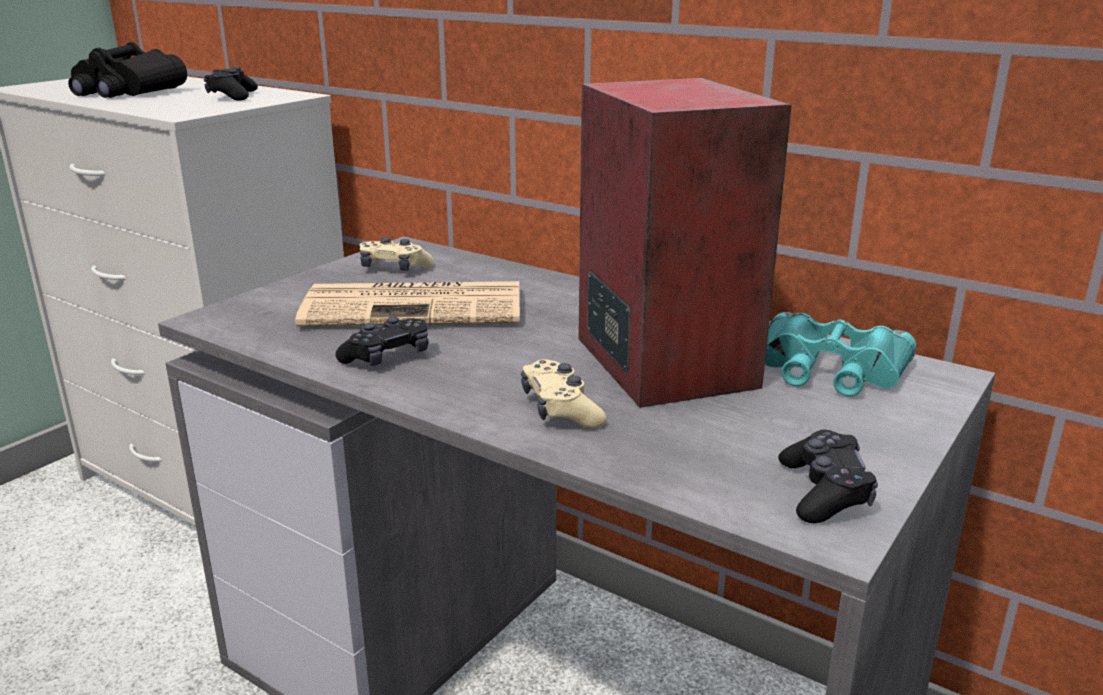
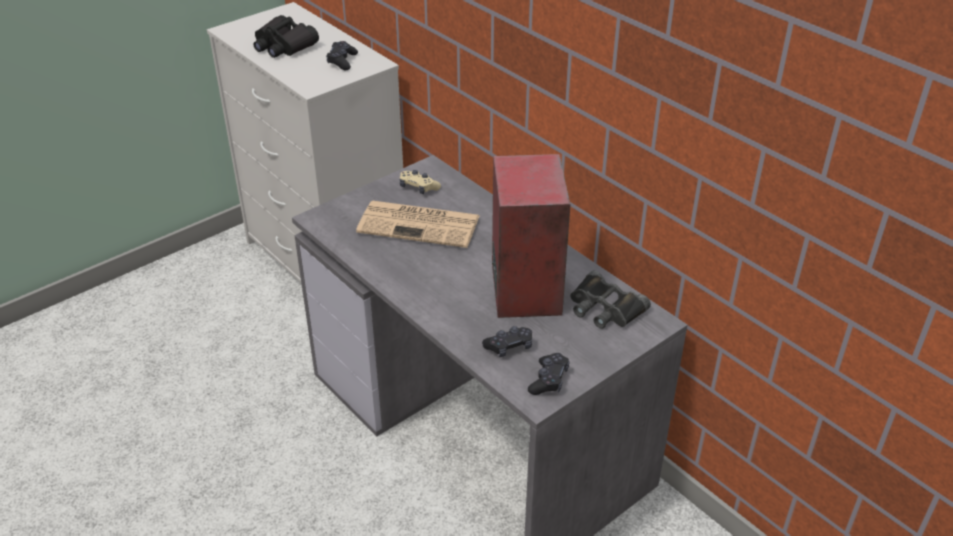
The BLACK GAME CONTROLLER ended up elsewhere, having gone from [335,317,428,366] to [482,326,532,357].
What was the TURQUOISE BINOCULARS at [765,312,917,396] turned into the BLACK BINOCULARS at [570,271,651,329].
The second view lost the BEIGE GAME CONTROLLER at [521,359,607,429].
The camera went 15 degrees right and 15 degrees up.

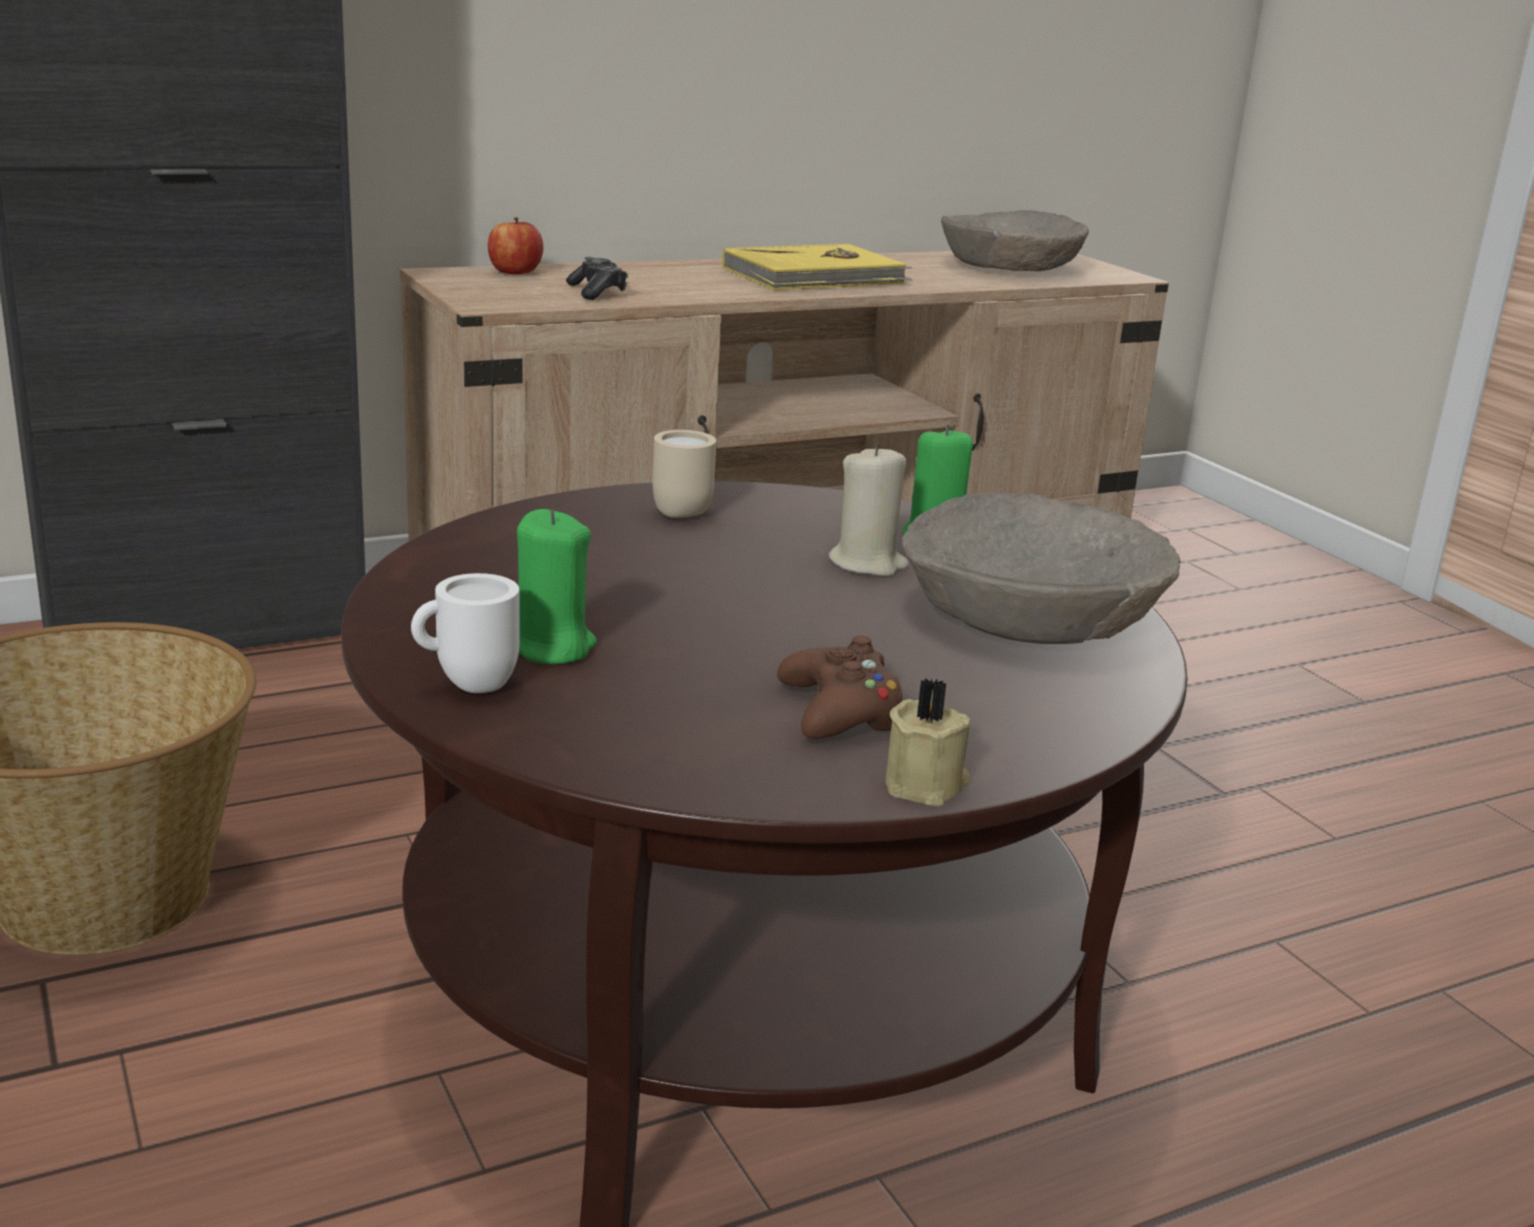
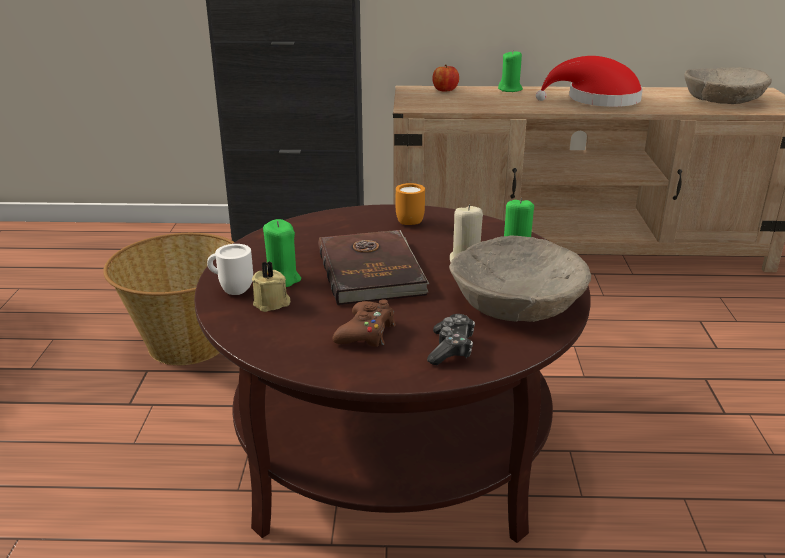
The BEIGE CANDLE ended up elsewhere, having gone from [885,679,971,806] to [252,261,291,312].
The second view gained the BROWN BOOK at [318,230,429,305].
What was the BEIGE MUG at [652,430,716,518] turned into the ORANGE MUG at [396,183,425,225].
The GAME CONTROLLER ended up elsewhere, having gone from [566,256,628,300] to [427,314,475,365].
The second view gained the GREEN CANDLE at [498,51,523,92].
Where the YELLOW BOOK stood at [722,244,912,290], the RED HAT came to stand at [536,56,643,107].
The camera went 30 degrees right and 5 degrees up.

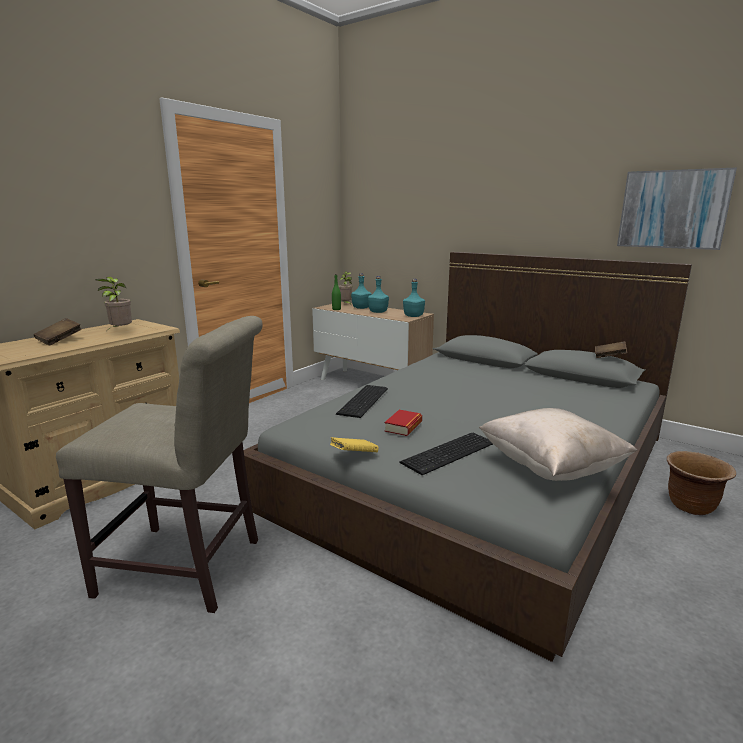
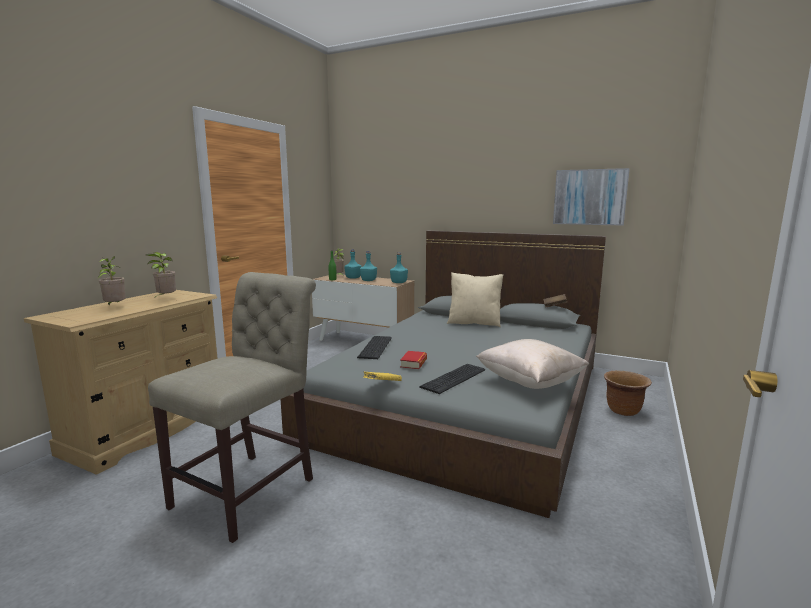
Where the BROWN BOOK stood at [34,318,82,345], the POTTED PLANT came to stand at [97,256,126,306].
The BEIGE CHAIR at [56,316,263,613] ended up facing another way, 60 degrees counterclockwise from before.
The second view gained the BEIGE PILLOW at [447,272,503,327].
The camera went 10 degrees left and 5 degrees down.

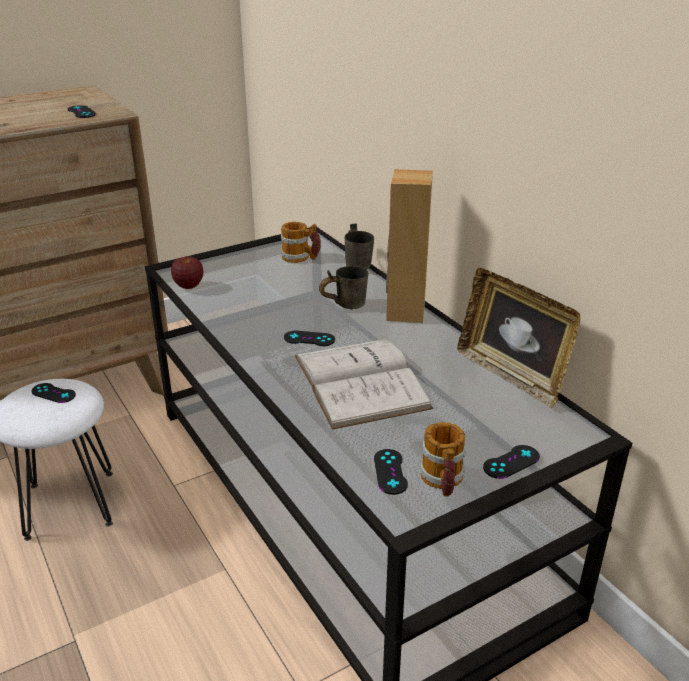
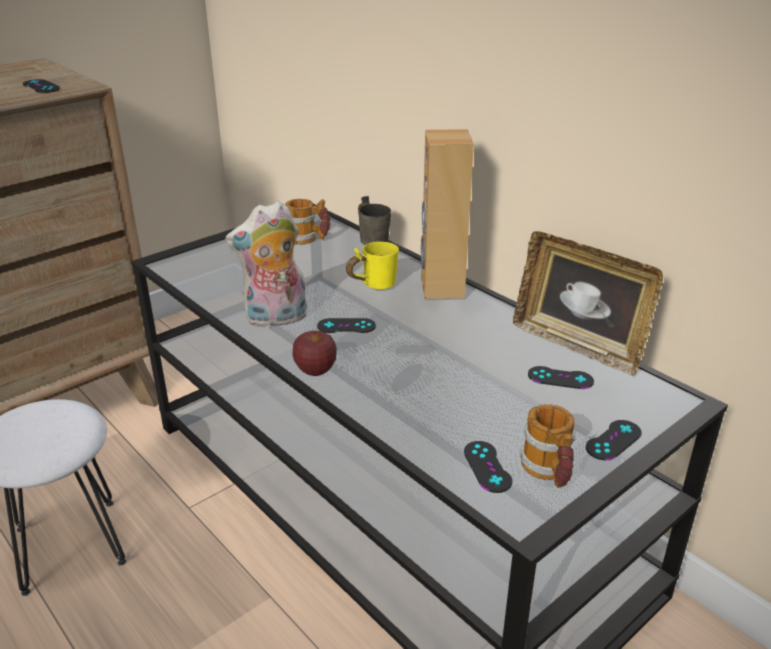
The second view gained the PLUSH TOY at [225,201,307,328].
The APPLE ended up elsewhere, having gone from [171,256,203,289] to [293,331,337,376].
What was the GREY MUG at [319,266,368,309] turned into the YELLOW MUG at [346,242,399,290].
The BLACK GAME CONTROLLER ended up elsewhere, having gone from [31,383,76,403] to [528,366,594,389].
The second view lost the WHITE BOOK at [295,337,434,430].
The camera went 10 degrees left and 0 degrees up.

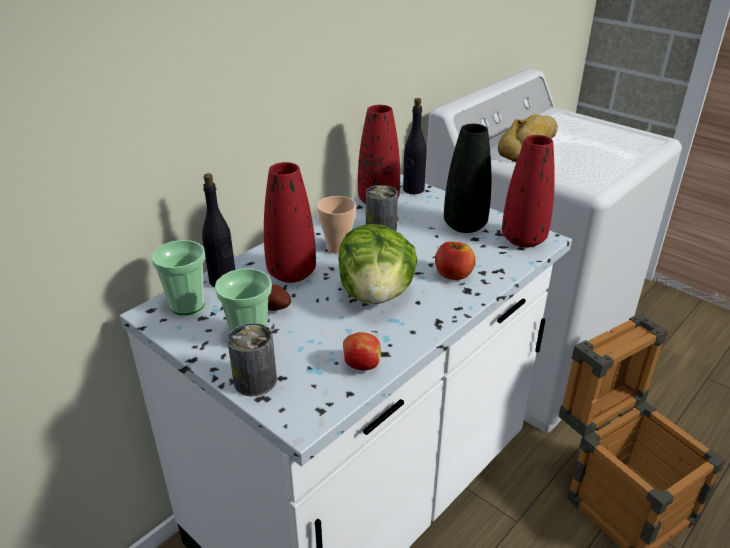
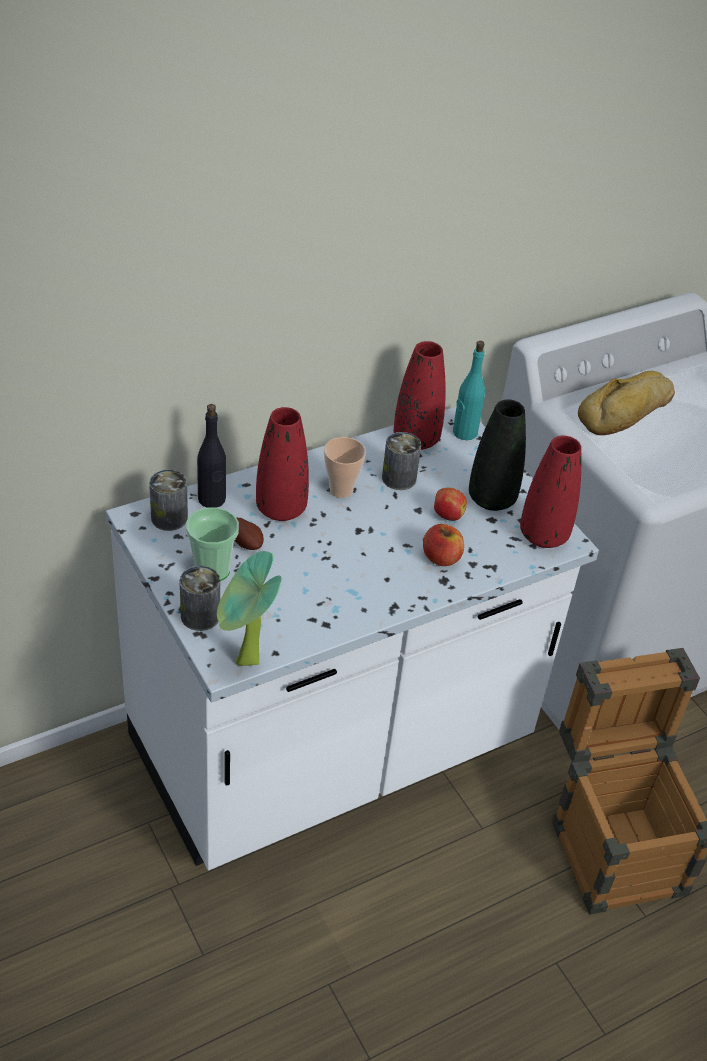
Where the CUP stood at [151,240,206,315], the CAN came to stand at [149,470,188,531].
The second view gained the POTTED PLANT at [217,551,282,666].
The APPLE ended up elsewhere, having gone from [343,332,381,370] to [434,488,467,521].
What was the BLACK BOTTLE at [403,98,427,194] turned into the TURQUOISE BOTTLE at [453,341,485,440].
The second view lost the LETTUCE at [338,224,418,304].
The camera went 15 degrees right and 10 degrees up.

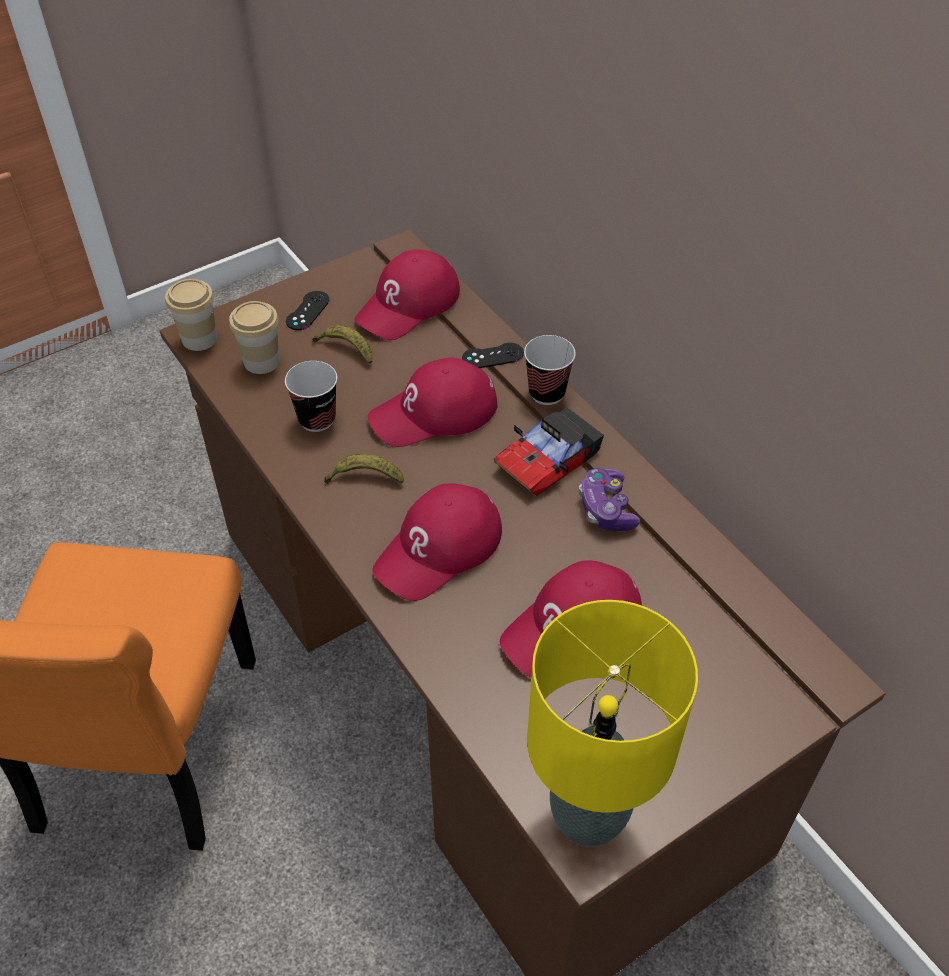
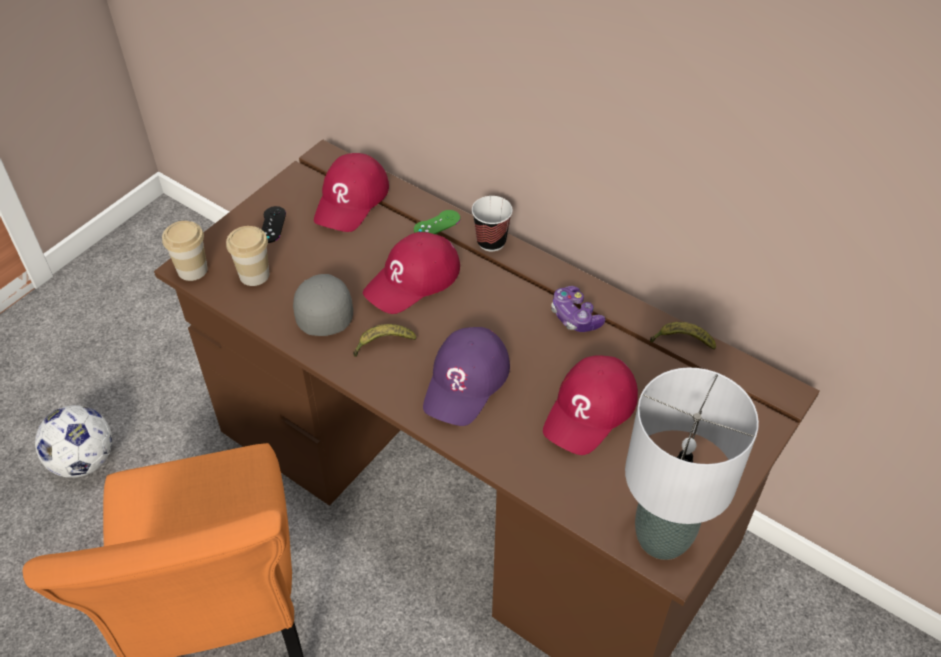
The second view gained the FOOTBALL at [35,405,112,478].
Where the CUP stood at [285,361,337,432], the GREY CAP came to stand at [293,274,353,336].
What was the BLACK GAME CONTROLLER at [462,343,524,368] turned into the GREEN GAME CONTROLLER at [414,210,460,234].
What was the RED CAP at [372,483,502,601] turned into the PURPLE CAP at [423,327,510,426].
What was the YELLOW TABLE LAMP at [527,600,698,847] turned into the GREY TABLE LAMP at [625,367,759,560].
The BANANA ended up elsewhere, having gone from [312,325,372,364] to [650,322,716,350].
The second view lost the TOY CAR at [494,407,604,496].
The camera went 20 degrees left and 0 degrees up.

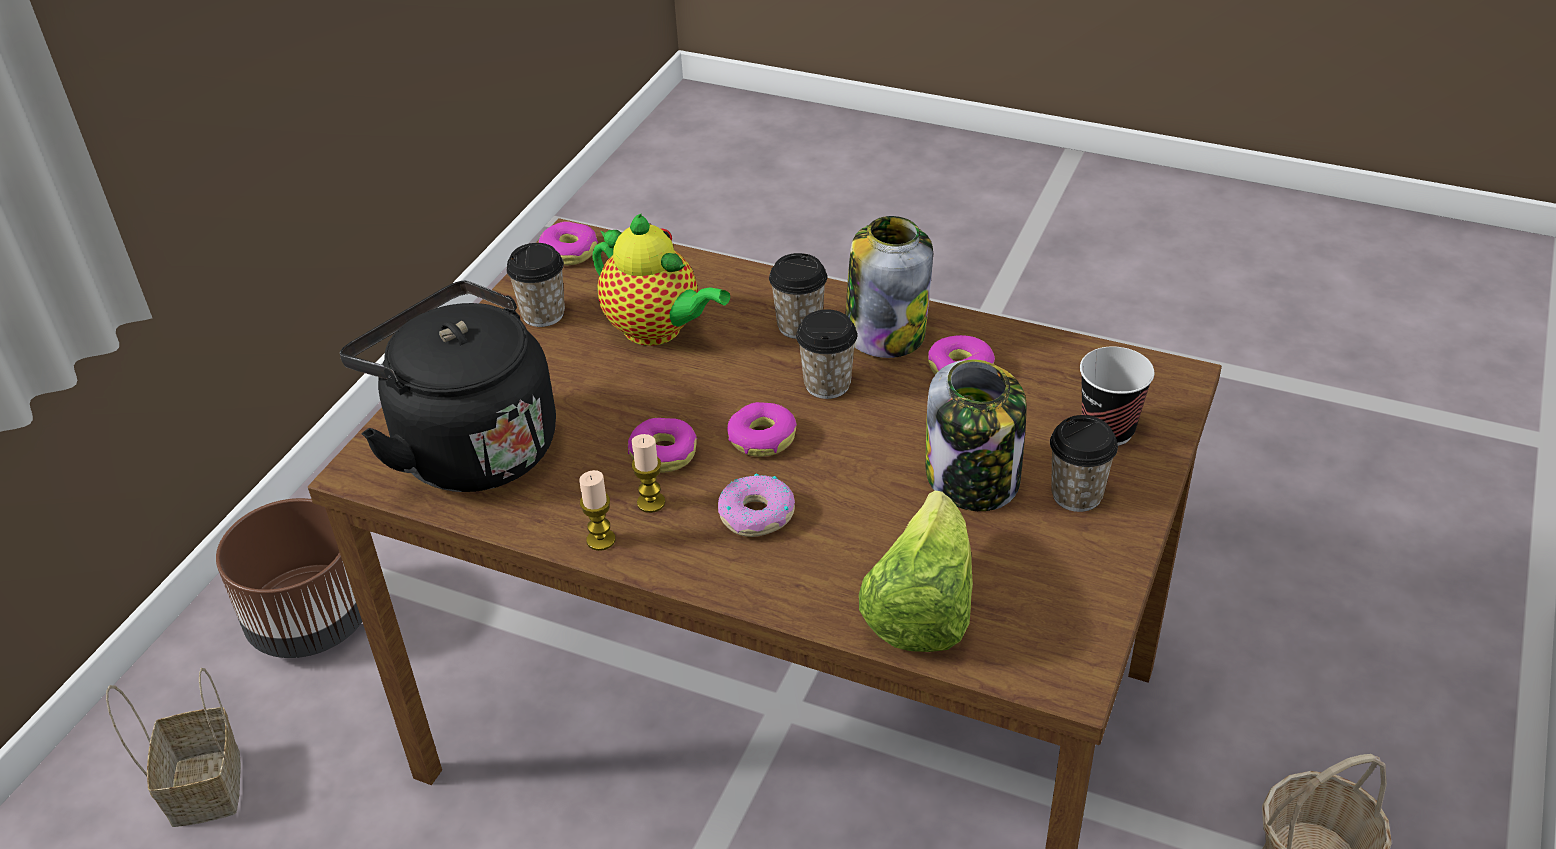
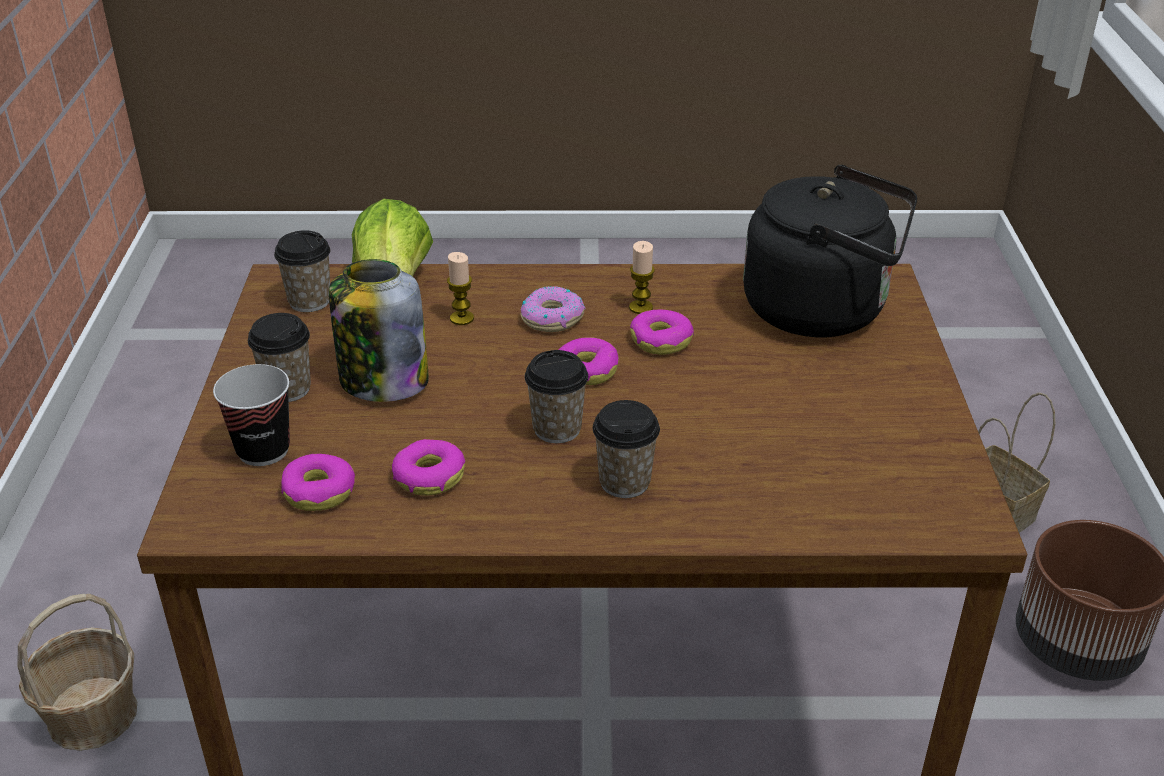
The CUP ended up elsewhere, having gone from [506,243,565,327] to [274,230,330,312].
The DONUT ended up elsewhere, having gone from [538,221,598,265] to [281,454,355,511].
The CANDLE ended up elsewhere, having gone from [579,470,615,551] to [447,252,474,325].
The second view lost the TEAPOT at [592,214,730,346].
The second view lost the JAR at [845,216,933,358].
The camera went 155 degrees right and 5 degrees down.

